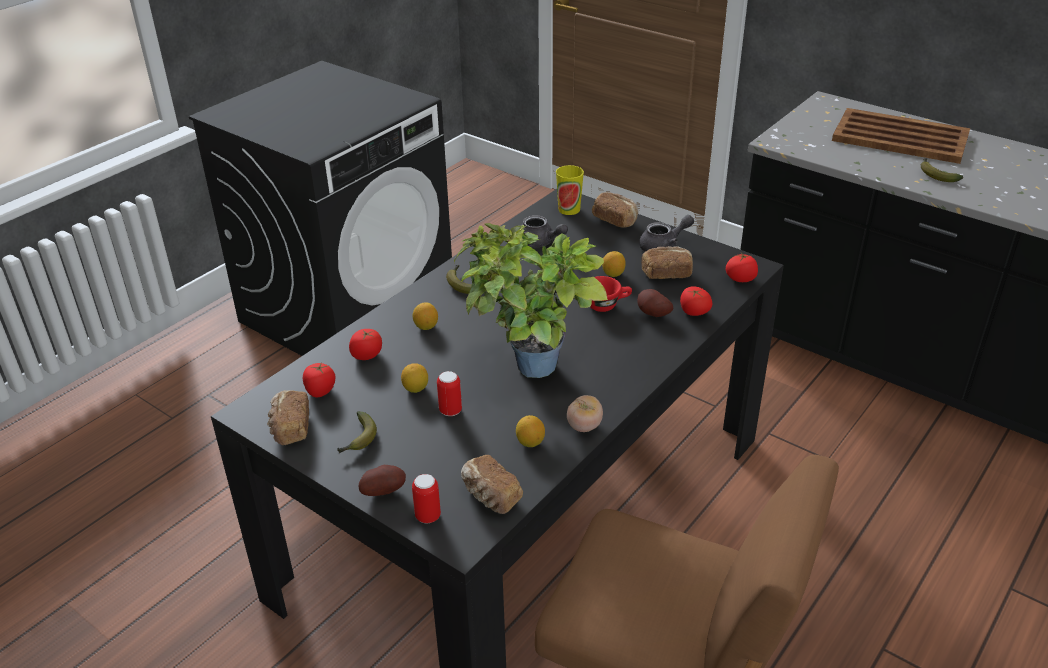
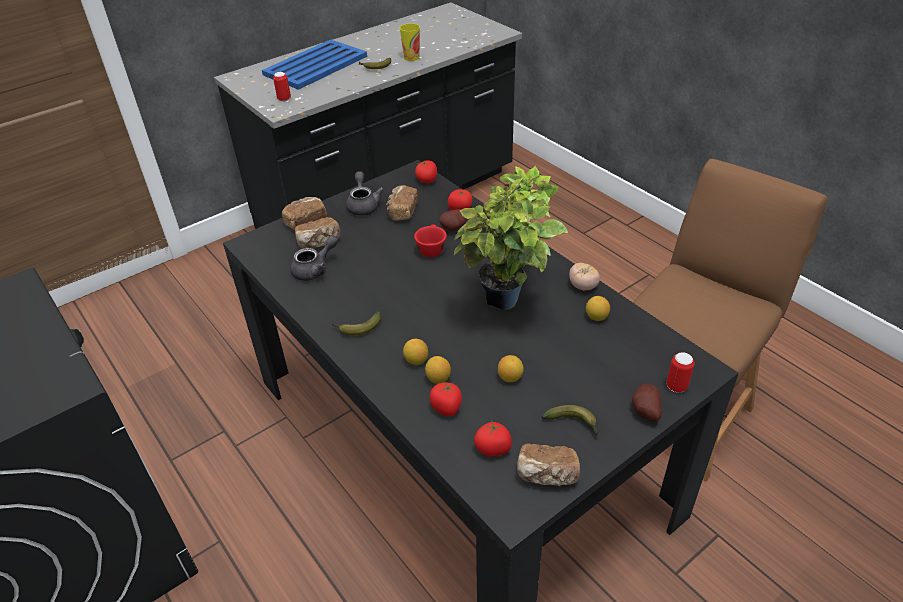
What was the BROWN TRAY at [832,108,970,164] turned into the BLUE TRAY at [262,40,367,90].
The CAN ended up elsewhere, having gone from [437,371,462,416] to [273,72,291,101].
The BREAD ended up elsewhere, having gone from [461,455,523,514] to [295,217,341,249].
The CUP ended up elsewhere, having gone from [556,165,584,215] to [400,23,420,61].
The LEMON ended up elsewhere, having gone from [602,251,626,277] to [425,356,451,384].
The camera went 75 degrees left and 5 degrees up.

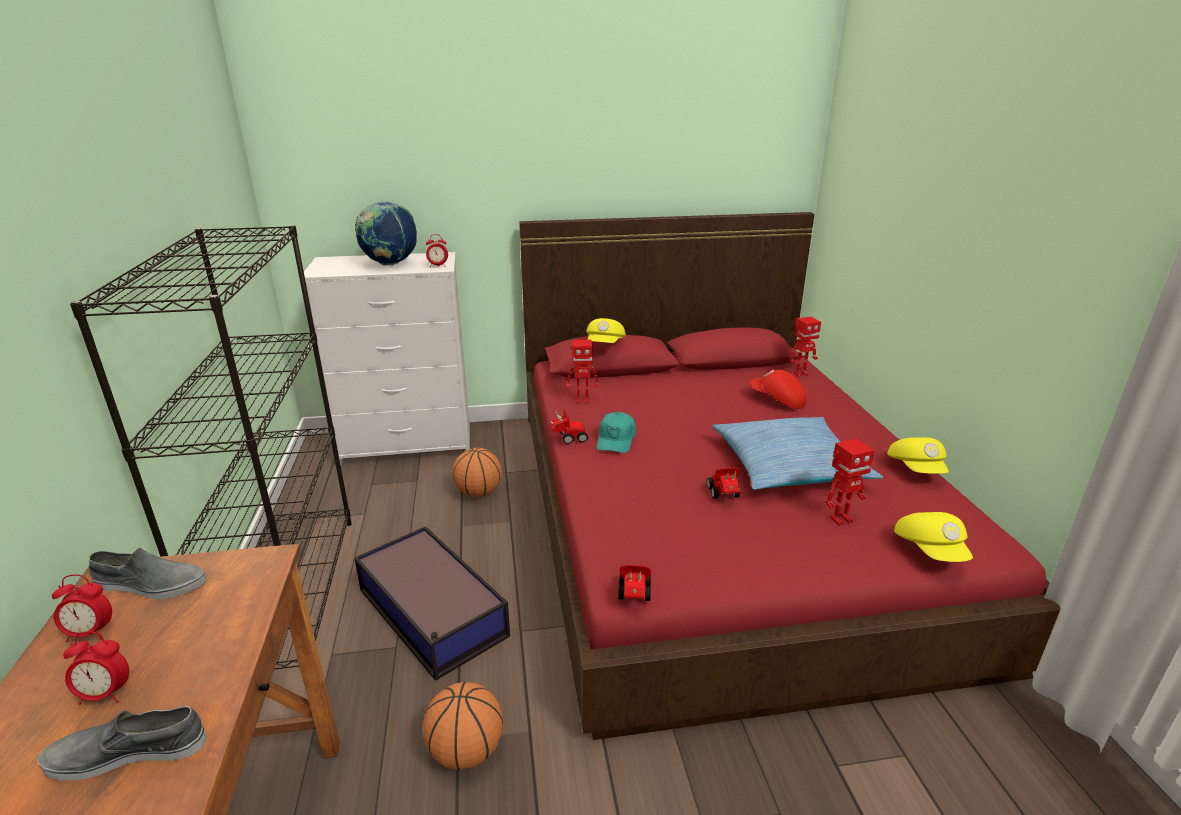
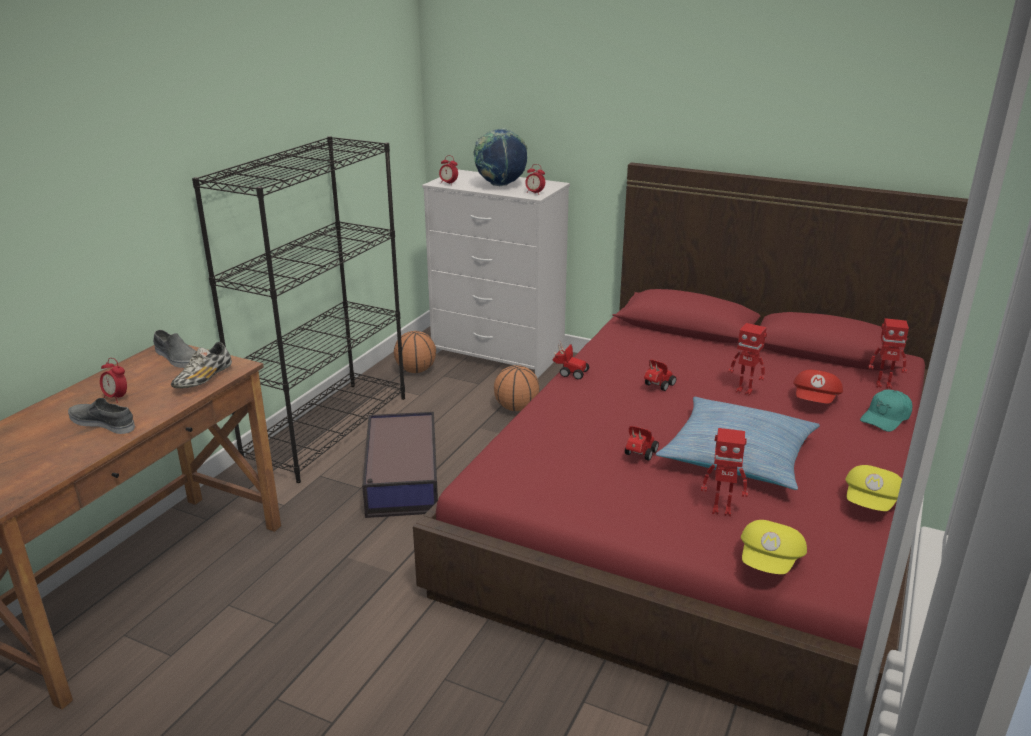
The second view gained the SHOE at [171,342,232,388].
The BASKETBALL ended up elsewhere, having gone from [423,682,503,770] to [394,331,436,373].
The ALARM CLOCK ended up elsewhere, having gone from [52,575,112,642] to [439,155,458,184].
The TOY CAR ended up elsewhere, having gone from [618,565,651,601] to [644,360,676,391].
The TOY ROBOT ended up elsewhere, having gone from [566,340,599,404] to [728,323,767,396].
The RED CAP at [751,370,807,409] ended up facing another way, 135 degrees counterclockwise from before.
The TURQUOISE CAP ended up elsewhere, having gone from [596,412,636,453] to [860,390,912,432].
The second view lost the YELLOW CAP at [586,318,626,343].
The camera went 35 degrees right and 0 degrees up.

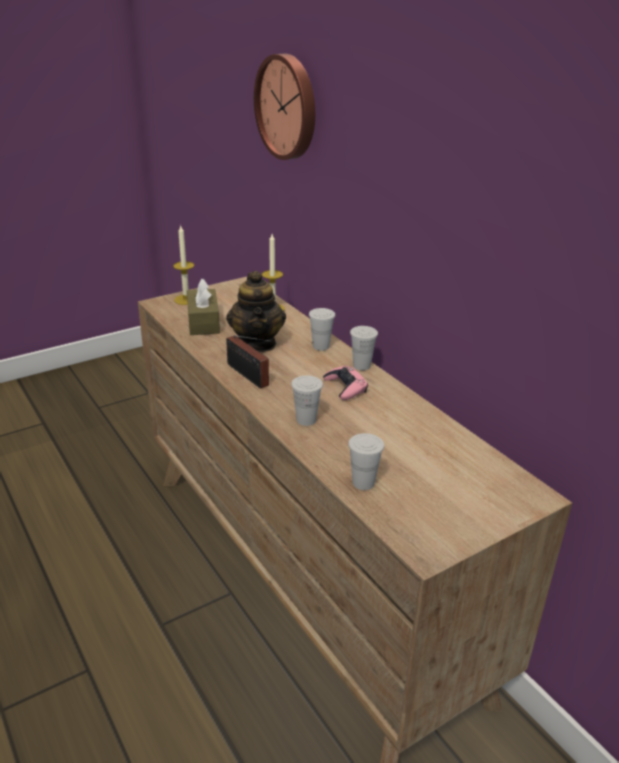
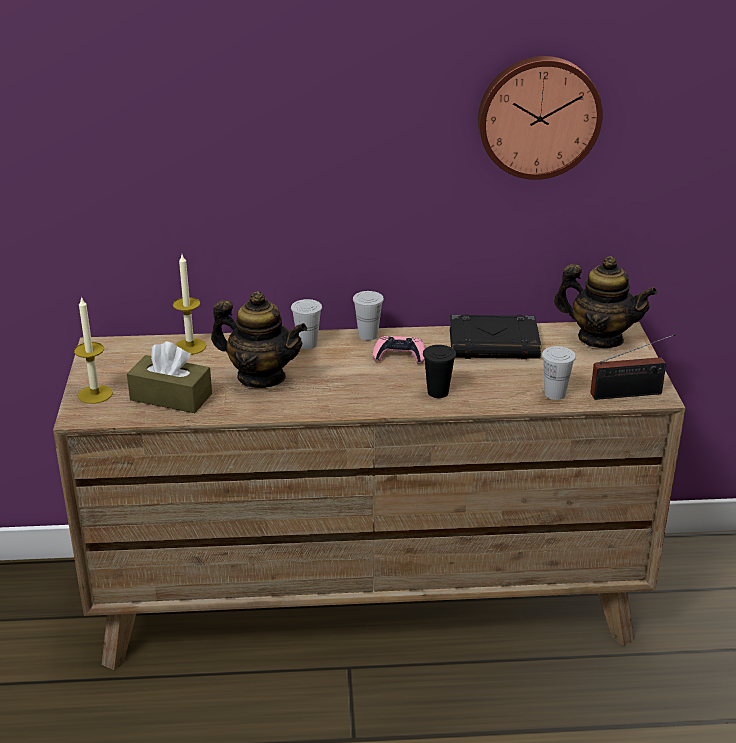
What was the WHITE CUP at [291,375,323,426] turned into the BLACK CUP at [423,345,456,398].
The second view gained the BLACK BOOK at [450,314,541,359].
The WALL CLOCK ended up elsewhere, having gone from [254,54,315,160] to [478,56,603,180].
The second view gained the TEAPOT at [554,256,657,348].
The RADIO ended up elsewhere, having gone from [226,335,271,389] to [590,334,675,400].
The camera went 60 degrees left and 0 degrees up.

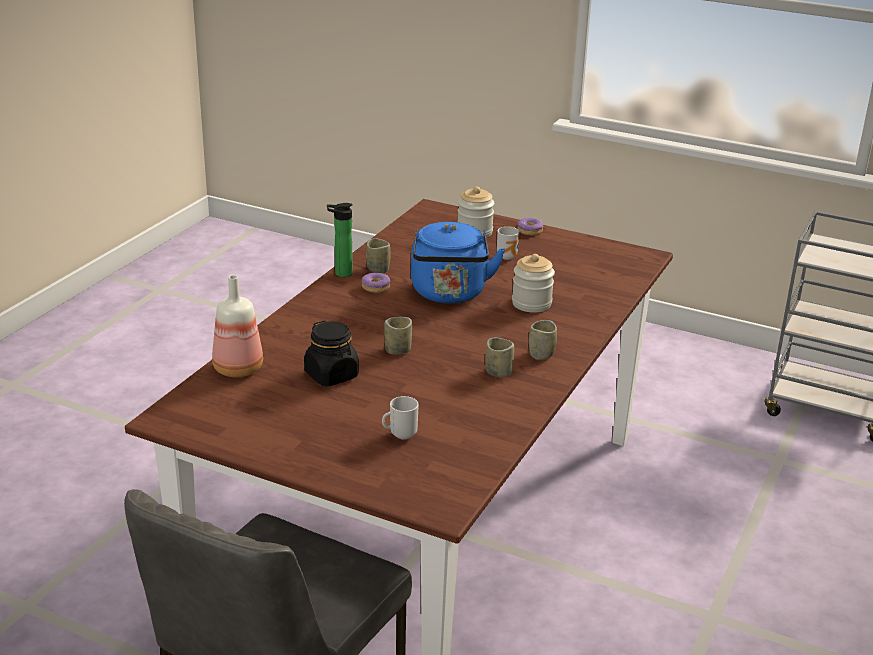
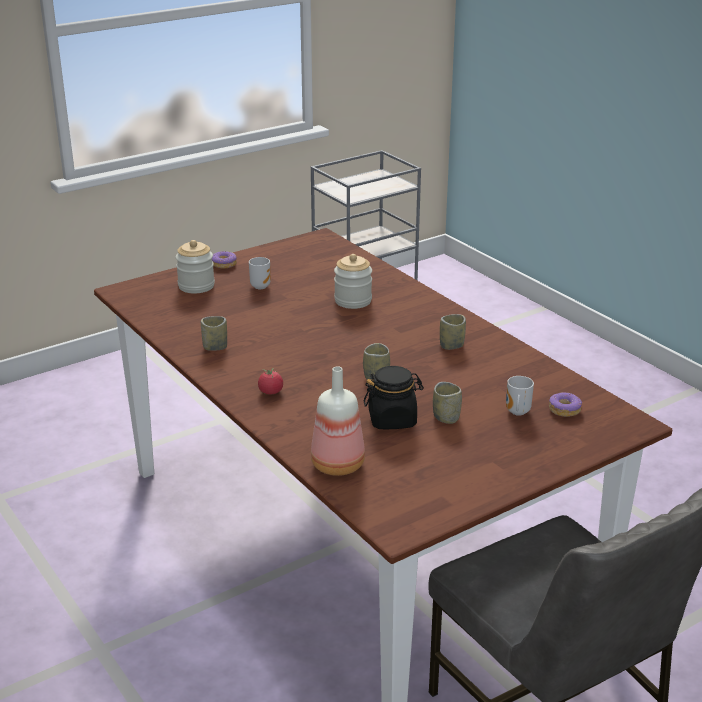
The second view gained the TOMATO at [258,368,283,394].
The CUP ended up elsewhere, having gone from [529,320,557,360] to [433,382,462,424].
The DONUT ended up elsewhere, having gone from [362,273,390,293] to [549,393,582,417].
The second view lost the BOTTLE at [327,203,353,277].
The second view lost the BLUE KETTLE at [411,222,505,303].
The camera went 60 degrees left and 0 degrees up.

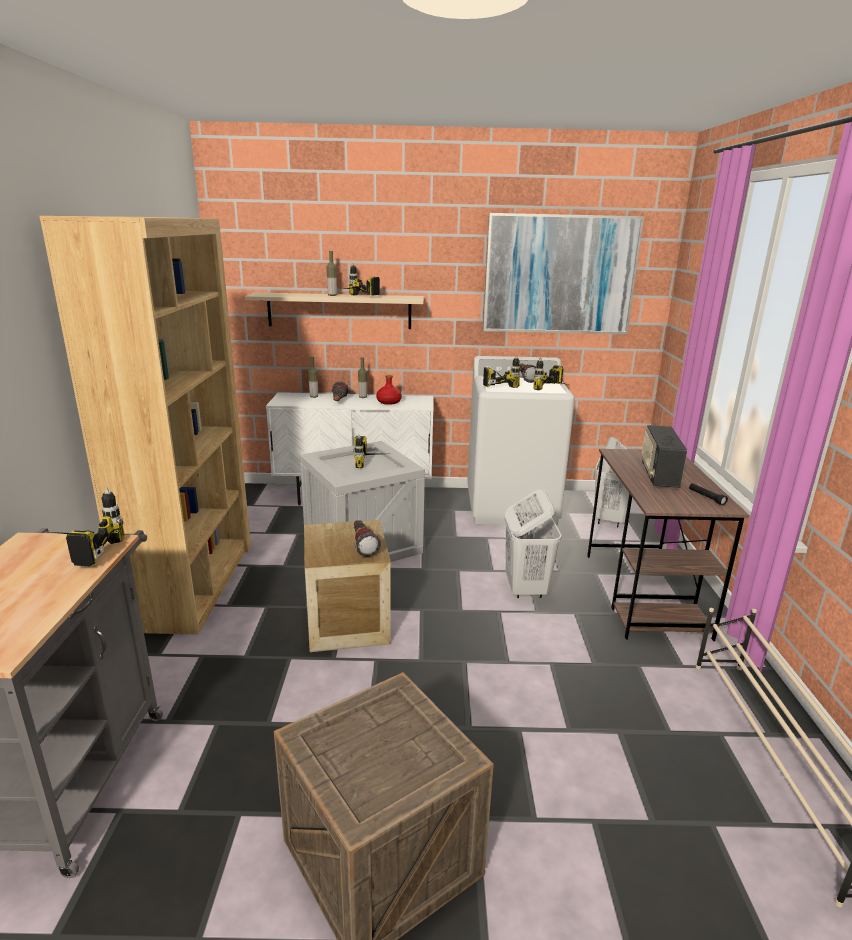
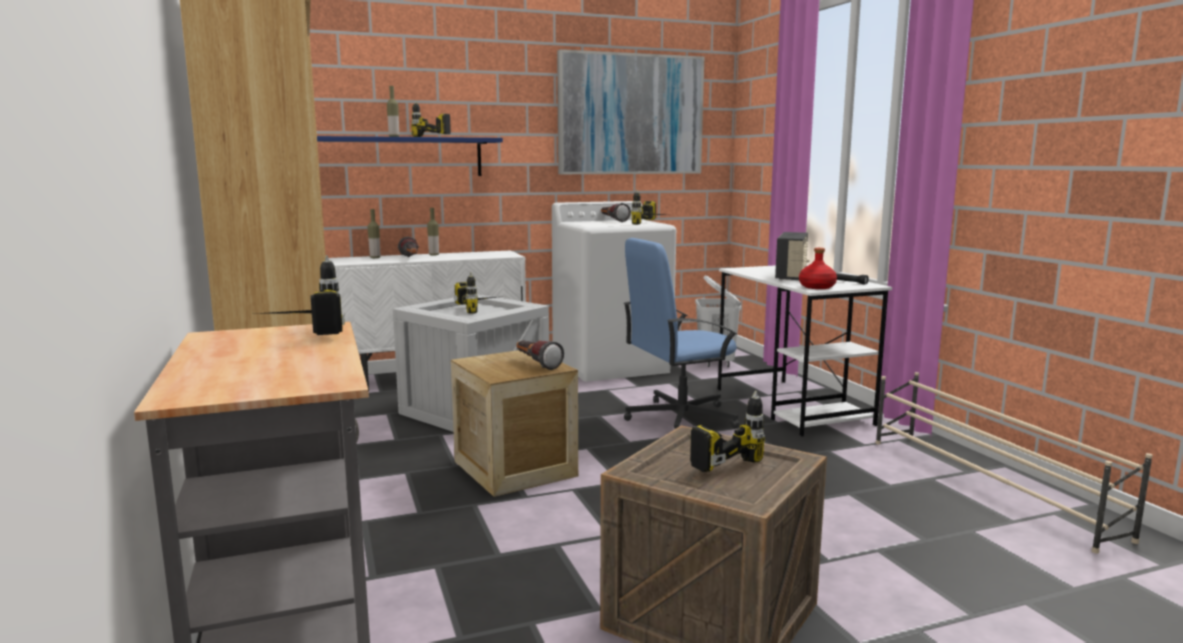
What was the BEIGE SHELF at [245,292,424,329] turned into the BLUE SHELF at [317,136,503,176].
Where the WHITE LAUNDRY BASKET stood at [505,489,562,598], the BLUE OFFICE CHAIR came to stand at [624,238,739,429].
The POWER DRILL ended up elsewhere, having gone from [483,355,520,388] to [690,391,765,472].
What was the BROWN DESK at [587,449,749,641] turned into the WHITE DESK at [718,265,892,437].
The RADIO at [641,425,687,488] ended up facing another way, 150 degrees counterclockwise from before.
The RED BOTTLE ended up elsewhere, having gone from [376,375,402,405] to [799,248,837,289].
The camera went 20 degrees left and 10 degrees down.

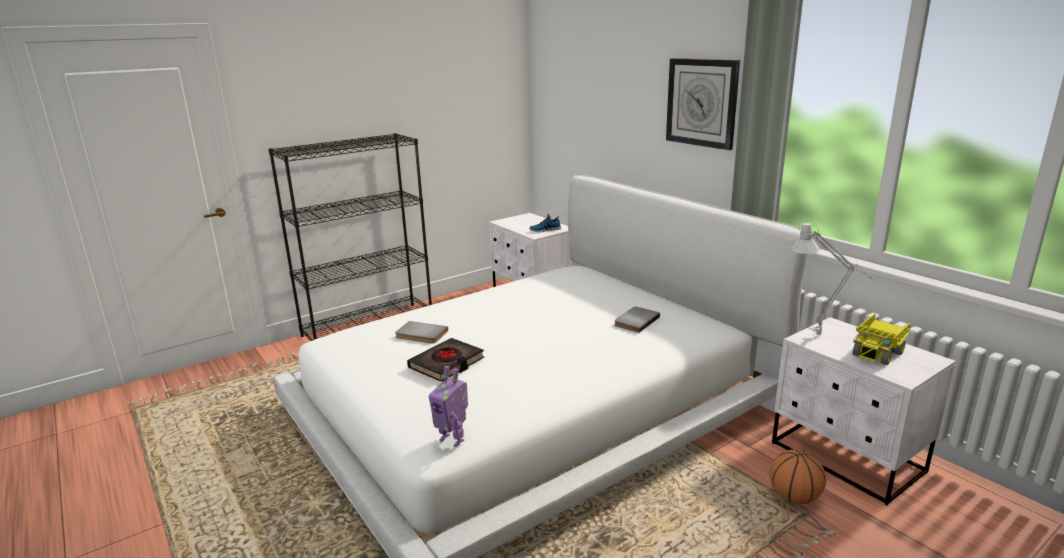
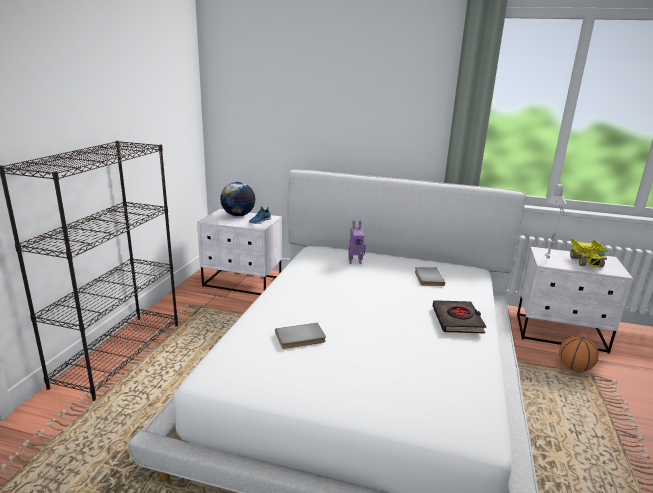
The second view gained the GLOBE at [220,182,255,216].
The TOY ROBOT ended up elsewhere, having gone from [429,366,468,447] to [348,221,366,264].
The BLACK BOOK ended up elsewhere, having gone from [407,338,484,382] to [433,300,486,334].
The second view lost the WALL CLOCK at [666,58,740,150].
The camera went 40 degrees left and 0 degrees up.

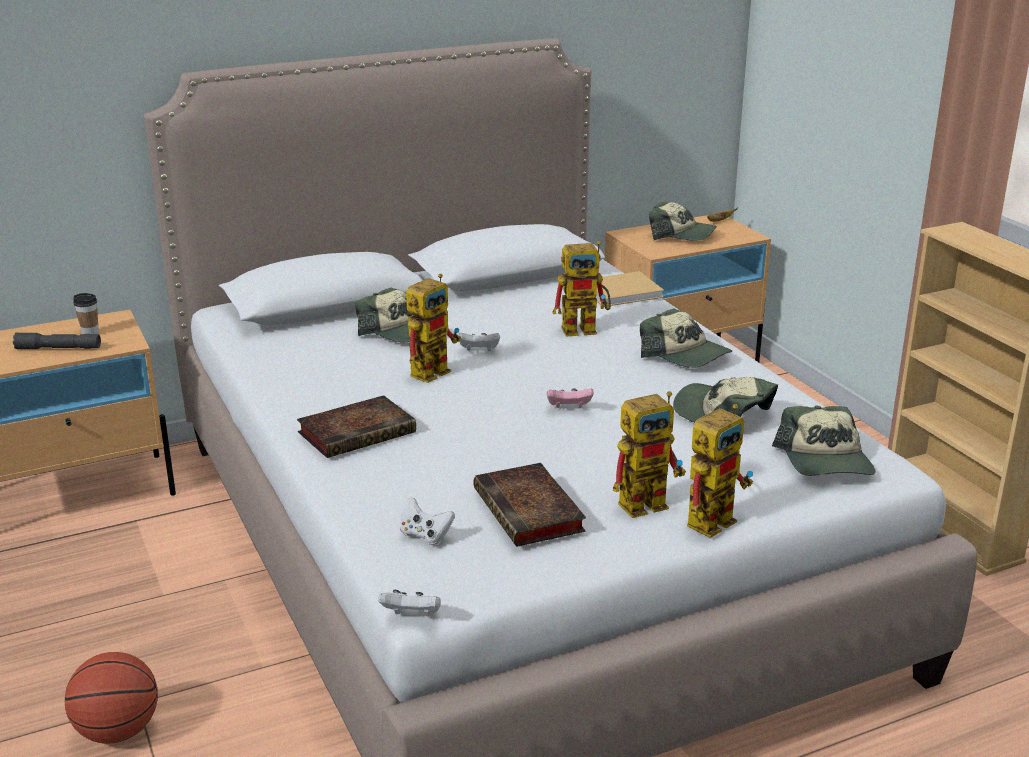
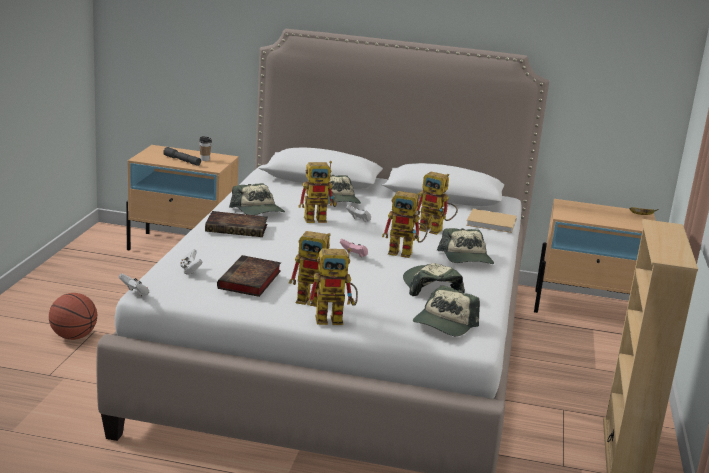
The CAP ended up elsewhere, having gone from [649,202,717,241] to [229,183,285,215].
The second view gained the TOY ROBOT at [382,191,428,258].
The camera went 35 degrees right and 5 degrees down.

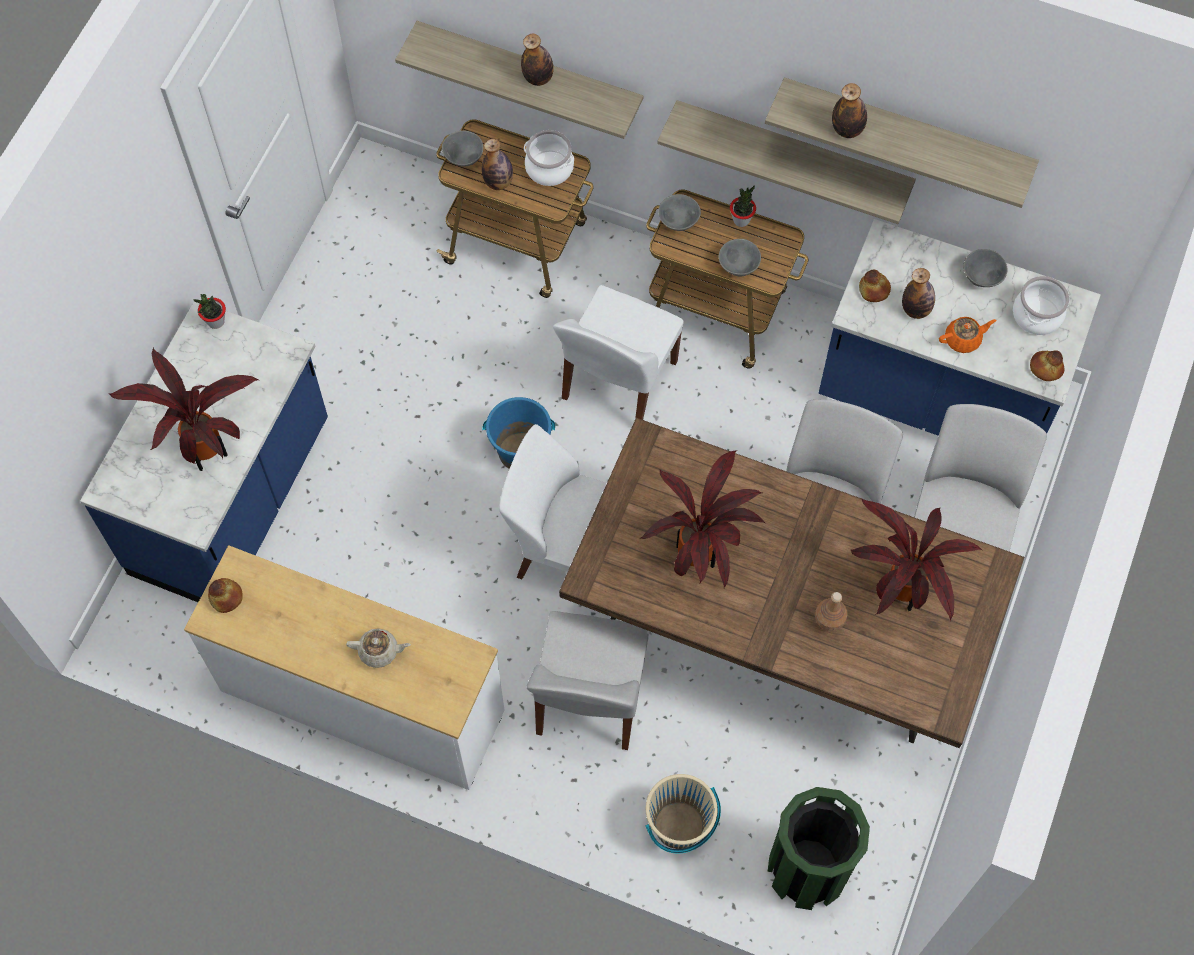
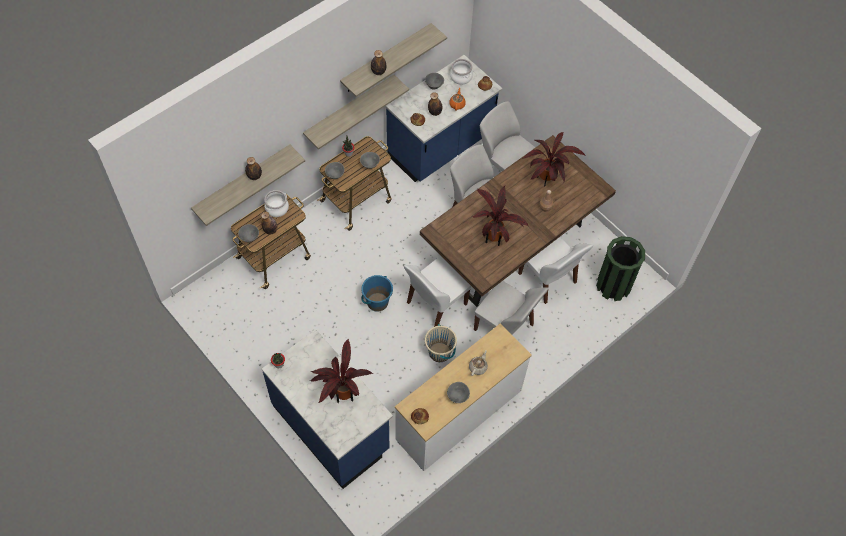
The BEIGE BUCKET ended up elsewhere, having gone from [645,774,721,853] to [425,324,457,362].
The second view gained the GREY BOWL at [447,382,470,403].
The WHITE CHAIR ended up elsewhere, having gone from [553,285,684,420] to [518,237,593,304].
The camera went 65 degrees left and 5 degrees down.

